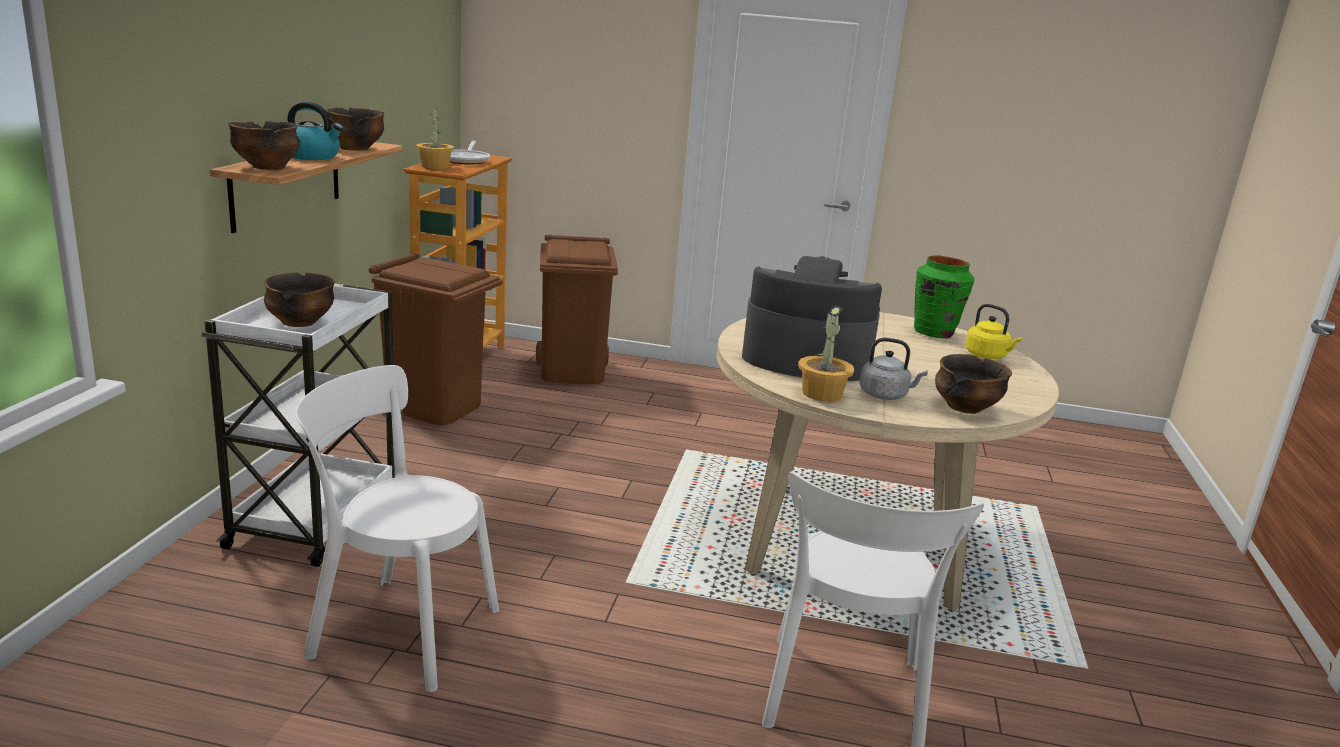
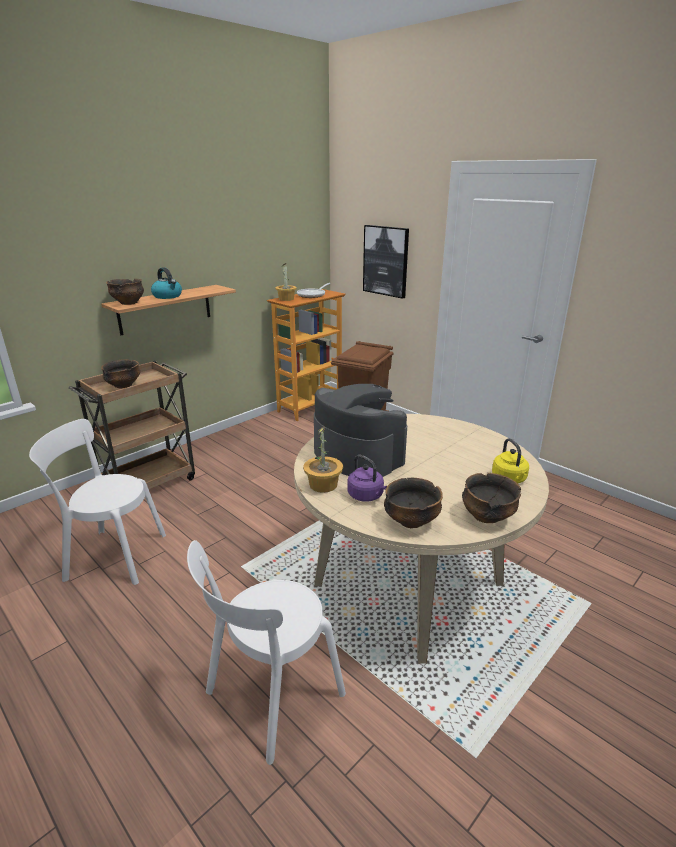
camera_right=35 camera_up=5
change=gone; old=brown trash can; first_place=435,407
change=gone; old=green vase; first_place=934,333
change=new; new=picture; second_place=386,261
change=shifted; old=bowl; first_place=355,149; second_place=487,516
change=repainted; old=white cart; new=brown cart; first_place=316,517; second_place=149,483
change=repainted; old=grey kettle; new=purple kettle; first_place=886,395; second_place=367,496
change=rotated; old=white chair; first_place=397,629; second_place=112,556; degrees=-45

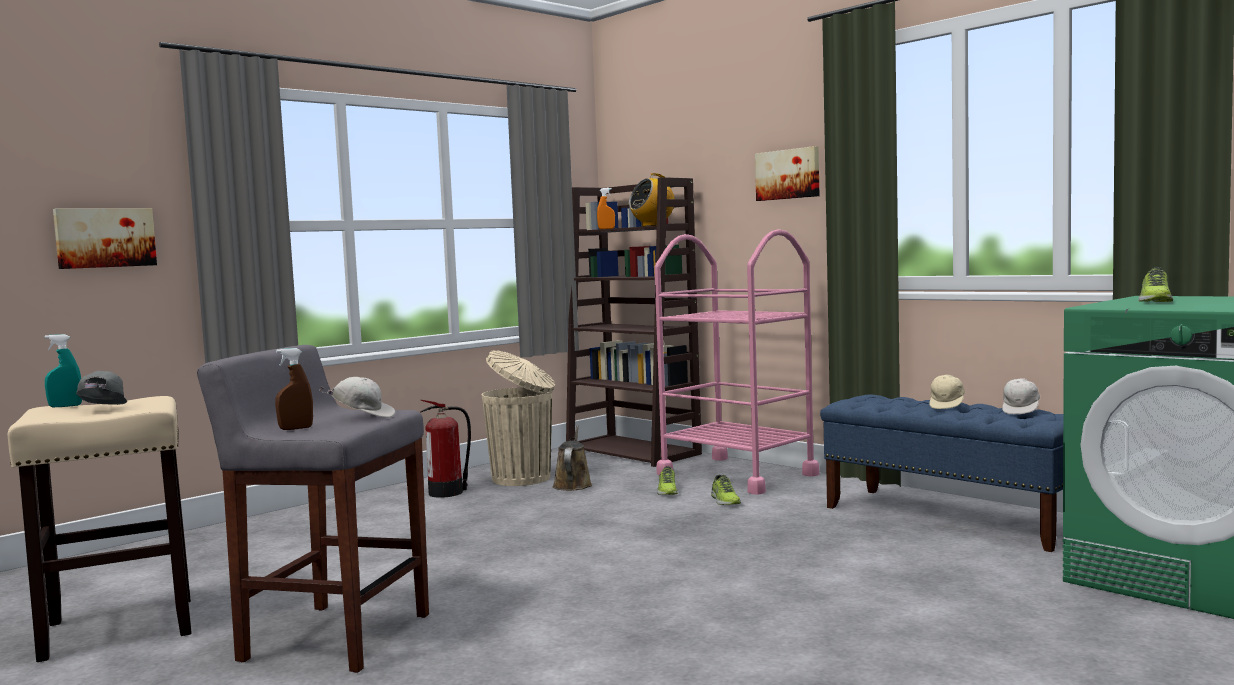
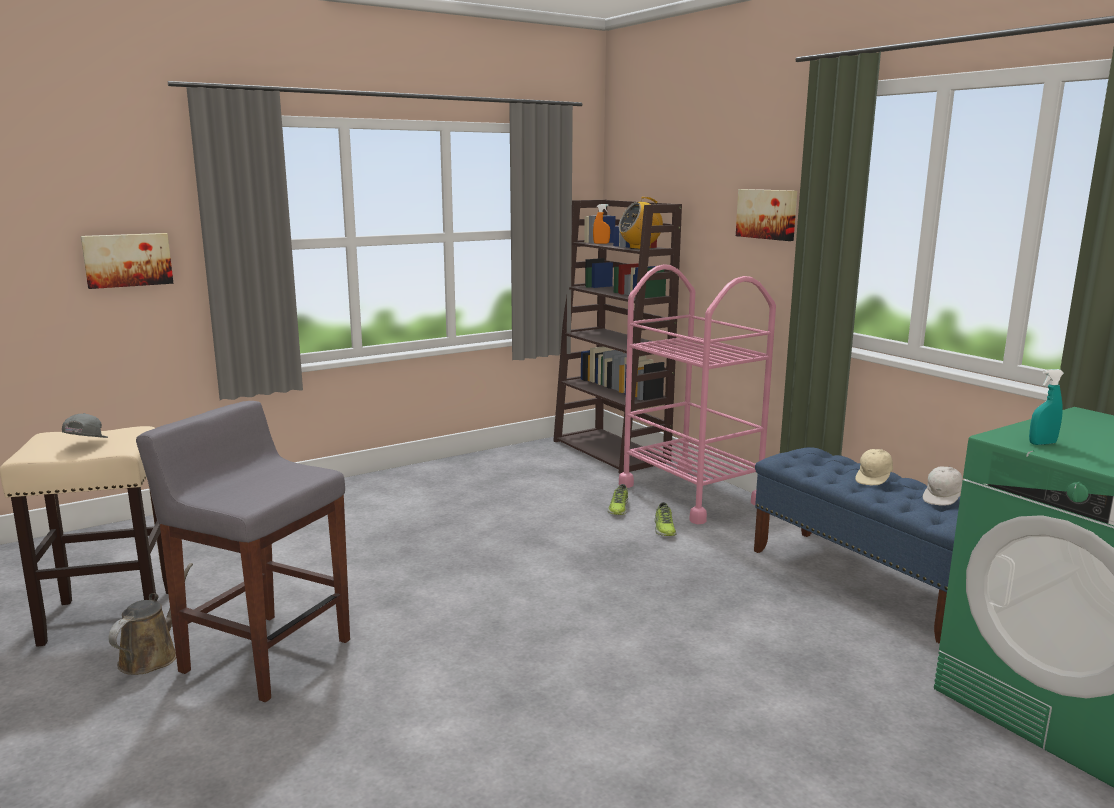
camera_right=10 camera_up=10
change=gone; old=brown spray bottle; first_place=296,428
change=gone; old=white cap; first_place=363,417
change=gone; old=fire extinguisher; first_place=448,492
change=gone; old=beige trash can; first_place=523,478
change=gone; old=shoe; first_place=1154,301
change=shifted; old=turquoise spray bottle; first_place=65,406; second_place=1042,443
change=shifted; old=brown watering can; first_place=572,485; second_place=152,656

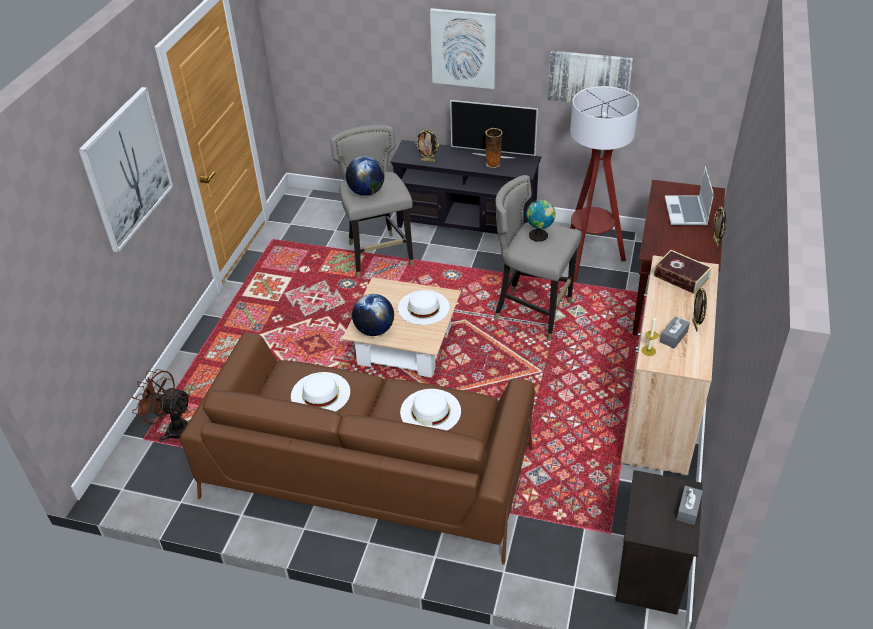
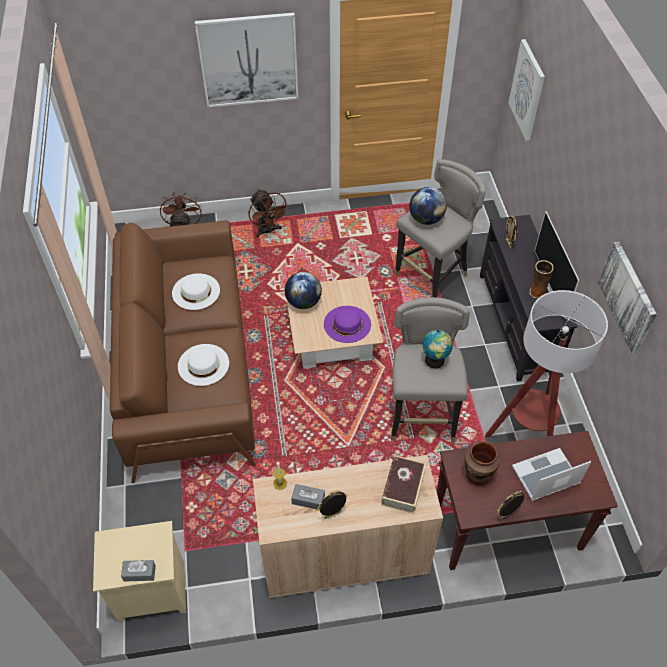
camera_right=65 camera_up=10
change=new; new=brown fan; second_place=268,231
change=new; new=brown vase; second_place=477,475
change=shifted; old=picture; first_place=463,48; second_place=527,90
change=repainted; old=white hat; new=purple hat; first_place=423,307; second_place=347,324
change=repainted; old=black nightstand; new=beige nightstand; first_place=651,576; second_place=150,593

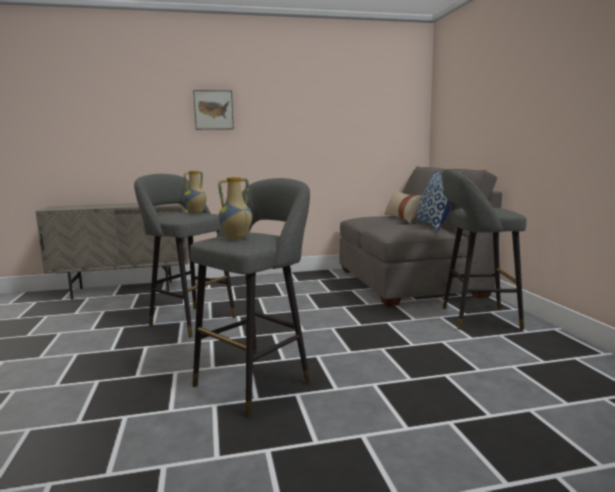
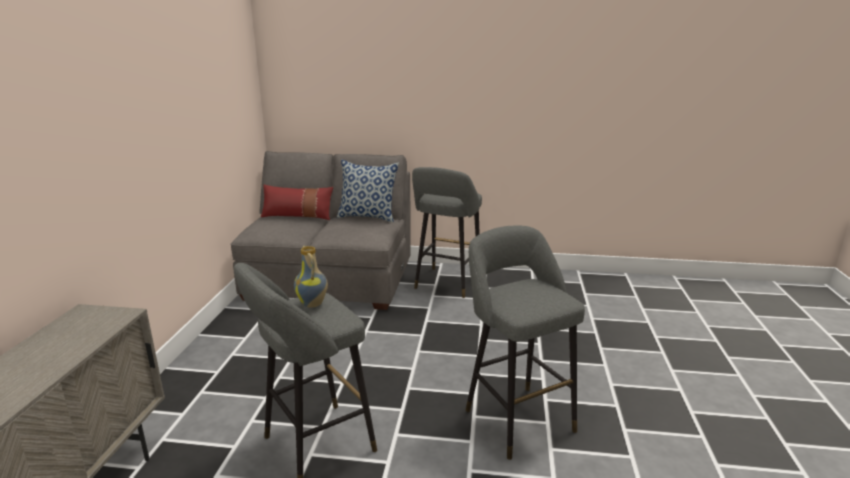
camera_right=-70 camera_up=10
change=gone; old=picture; first_place=213,110
change=gone; old=vase; first_place=236,238
change=repainted; old=beige pillow; new=red pillow; first_place=402,218; second_place=297,216

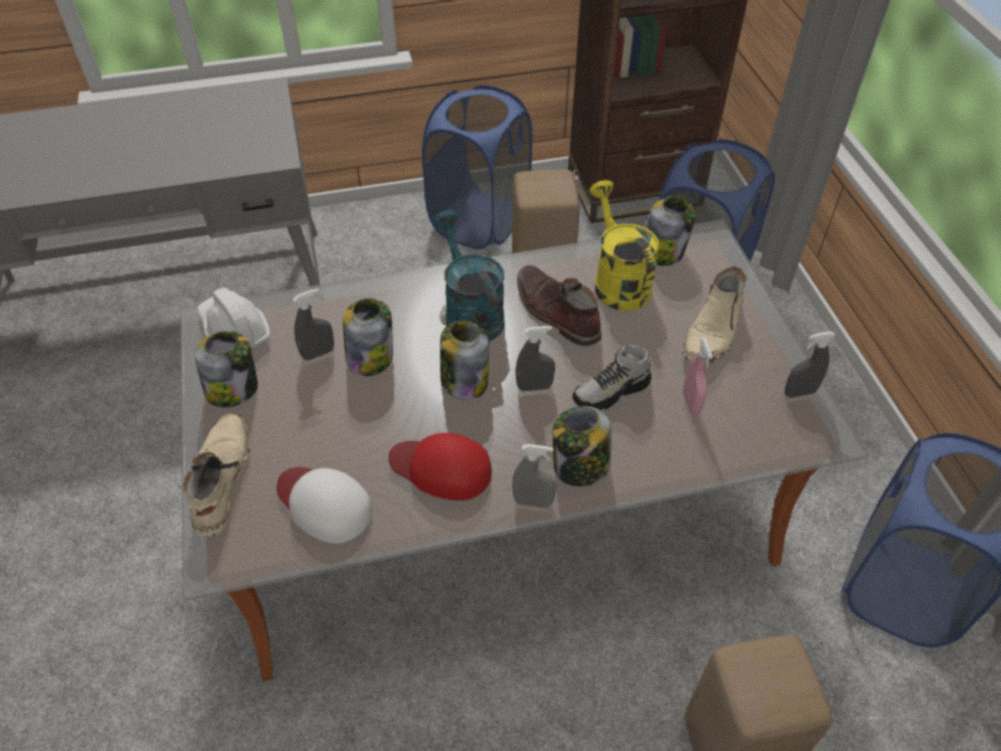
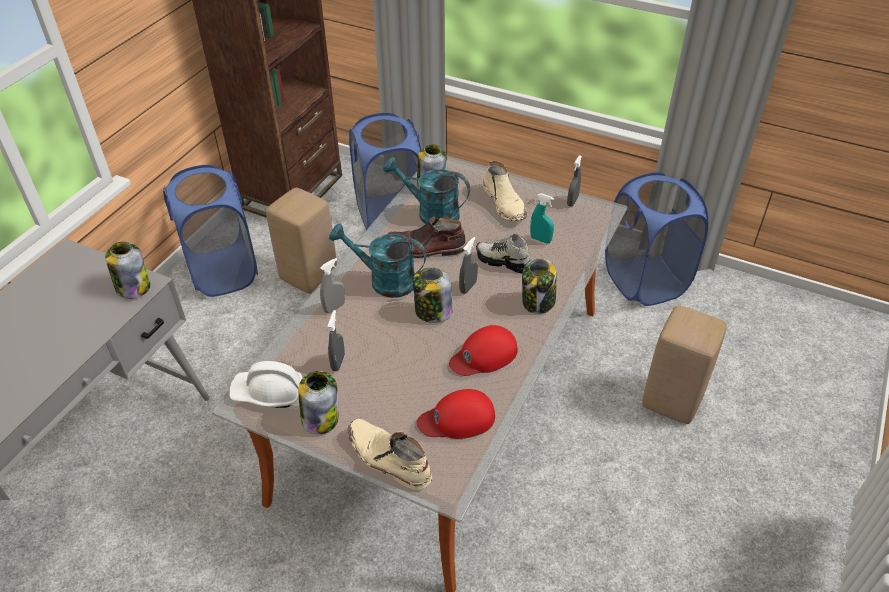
camera_right=-50 camera_up=-5
change=shifted; old=jar; first_place=370,357; second_place=133,287
change=shifted; old=grey spray bottle; first_place=533,502; second_place=334,307
change=repainted; old=white cap; new=red cap; first_place=324,504; second_place=457,419
change=repainted; old=yellow watering can; new=turquoise watering can; first_place=617,281; second_place=431,213
change=repainted; old=pink spray bottle; new=turquoise spray bottle; first_place=691,403; second_place=540,239
change=rotated; old=shoe; first_place=611,392; second_place=503,262; degrees=105

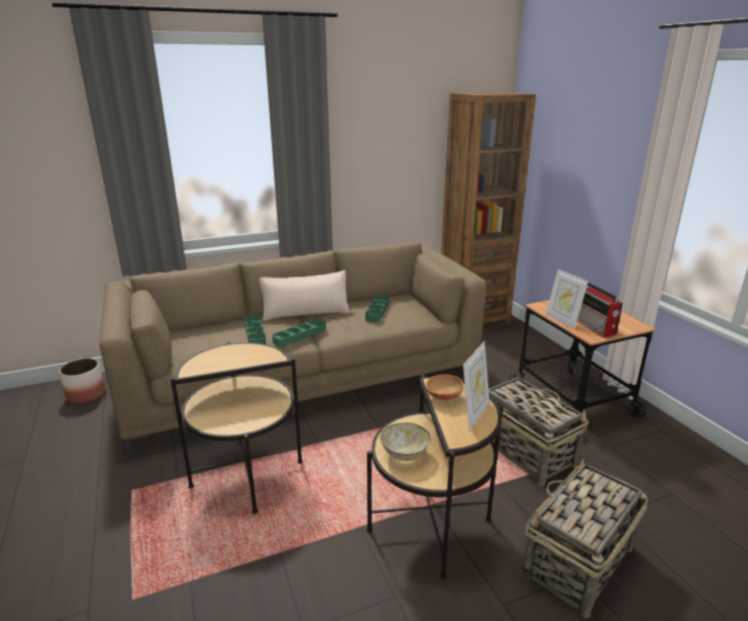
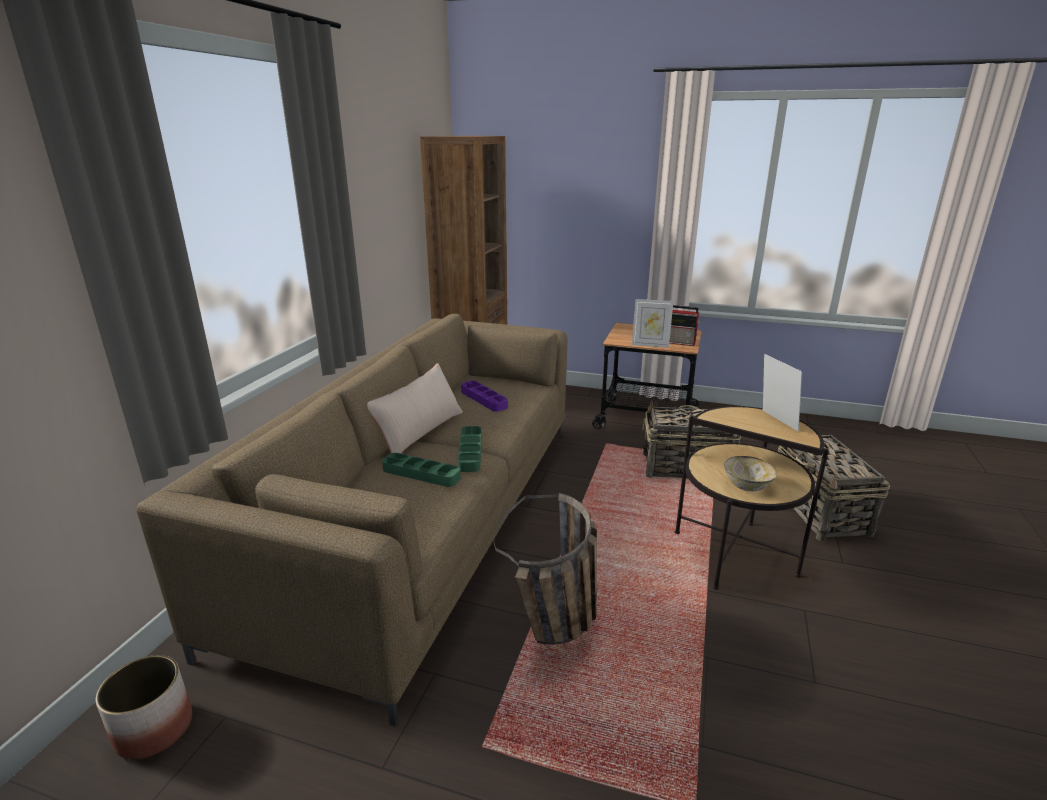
camera_right=-50 camera_up=0
change=gone; old=brown bowl; first_place=443,397
change=swapped; old=side table; new=basket; first_place=247,474; second_place=557,630
change=repainted; old=green tray; new=purple tray; first_place=377,311; second_place=483,399

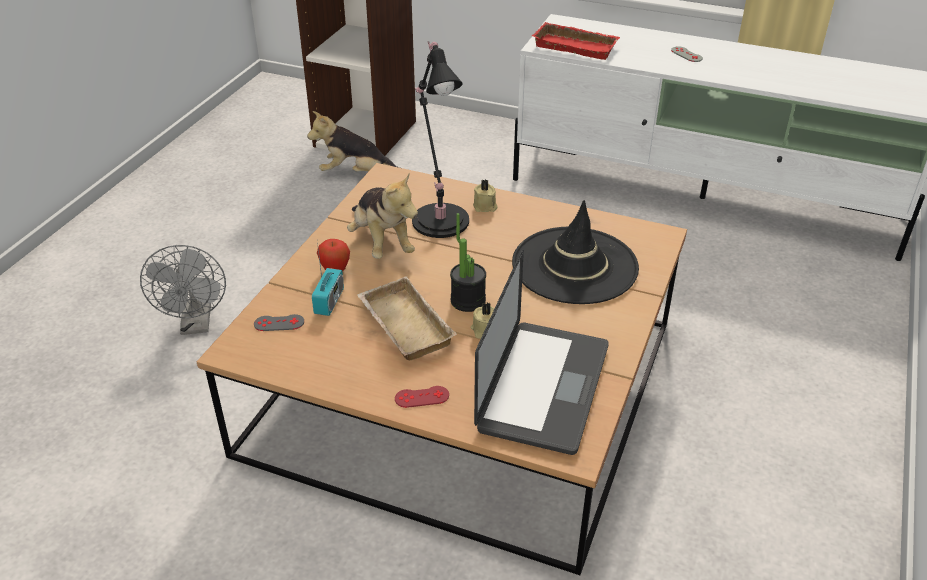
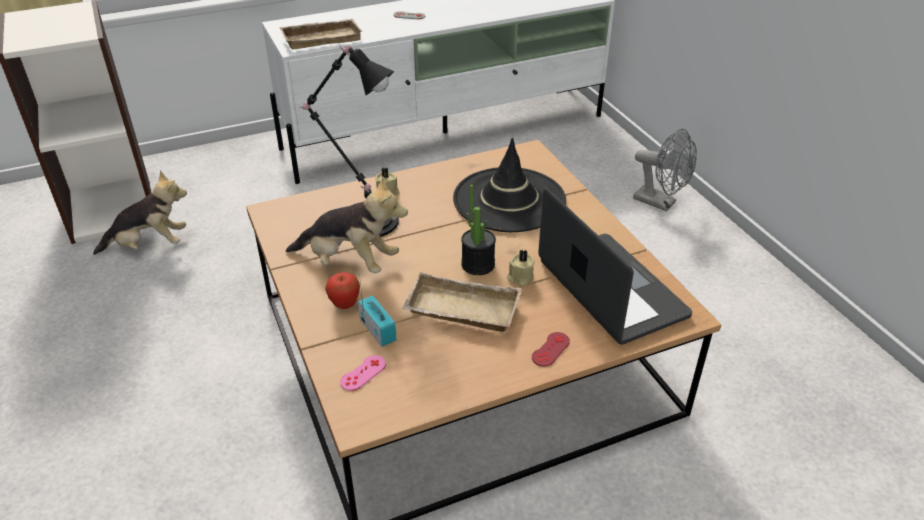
camera_right=-45 camera_up=0
change=shifted; old=grey fan; first_place=196,325; second_place=660,203
change=repainted; old=grey game controller; new=pink game controller; first_place=279,323; second_place=363,373
change=repainted; old=red tray; new=beige tray; first_place=577,46; second_place=322,38
change=rotated; old=plush toy; first_place=356,174; second_place=149,245; degrees=-150

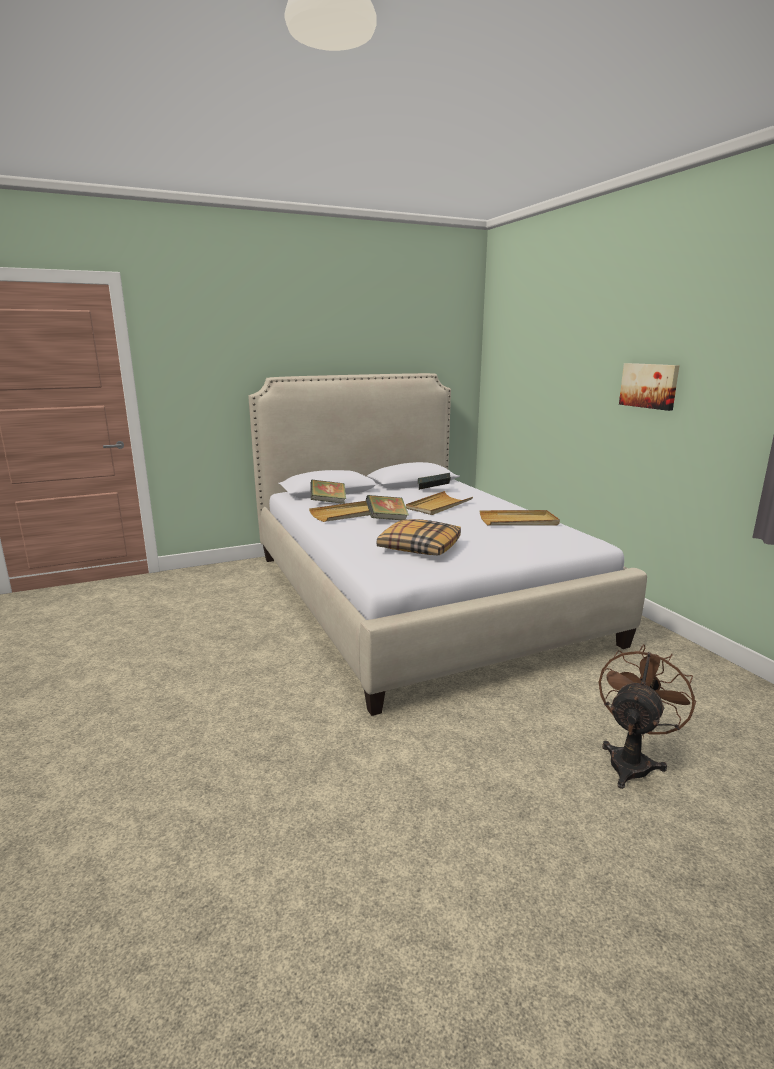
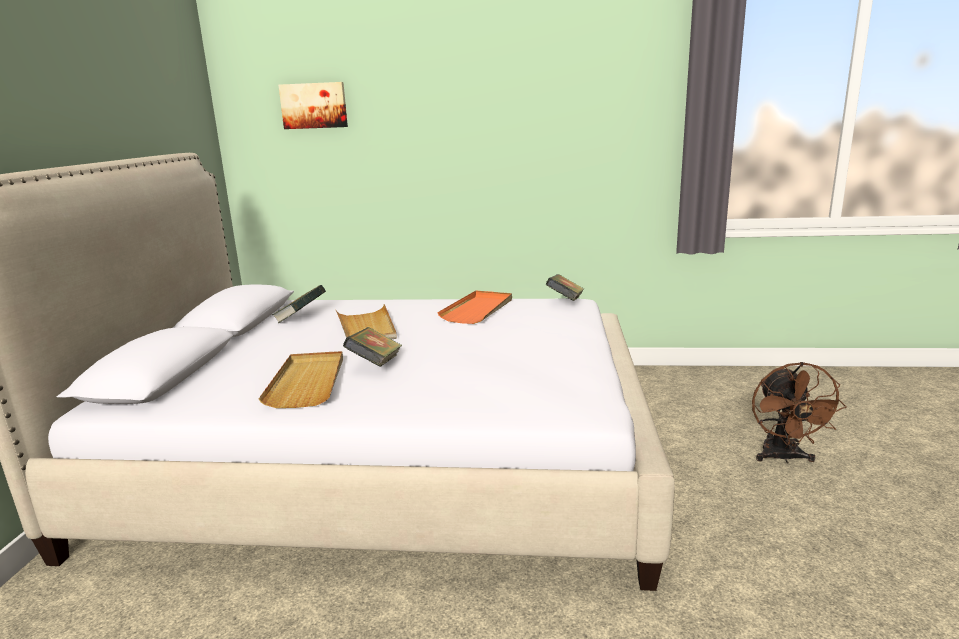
camera_right=-60 camera_up=0
change=gone; old=pillow; first_place=419,547
change=shifted; old=book; first_place=328,502; second_place=565,301
change=shifted; old=picture; first_place=649,385; second_place=314,105
change=repainted; old=beige tray; new=orange tray; first_place=519,521; second_place=478,310
change=rotated; old=brown fan; first_place=632,760; second_place=783,458; degrees=-150

